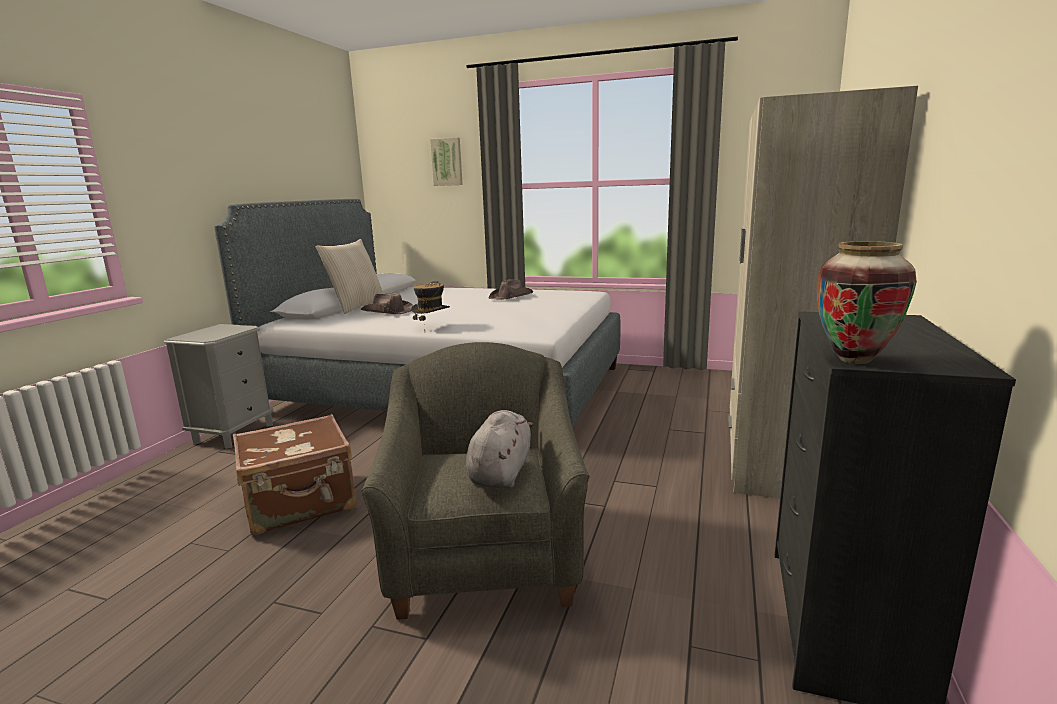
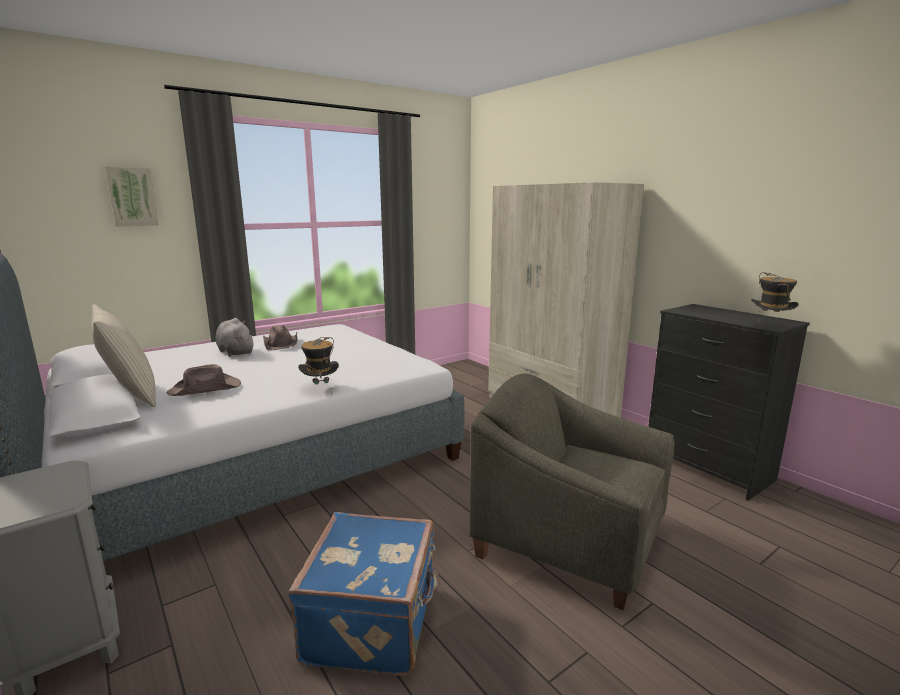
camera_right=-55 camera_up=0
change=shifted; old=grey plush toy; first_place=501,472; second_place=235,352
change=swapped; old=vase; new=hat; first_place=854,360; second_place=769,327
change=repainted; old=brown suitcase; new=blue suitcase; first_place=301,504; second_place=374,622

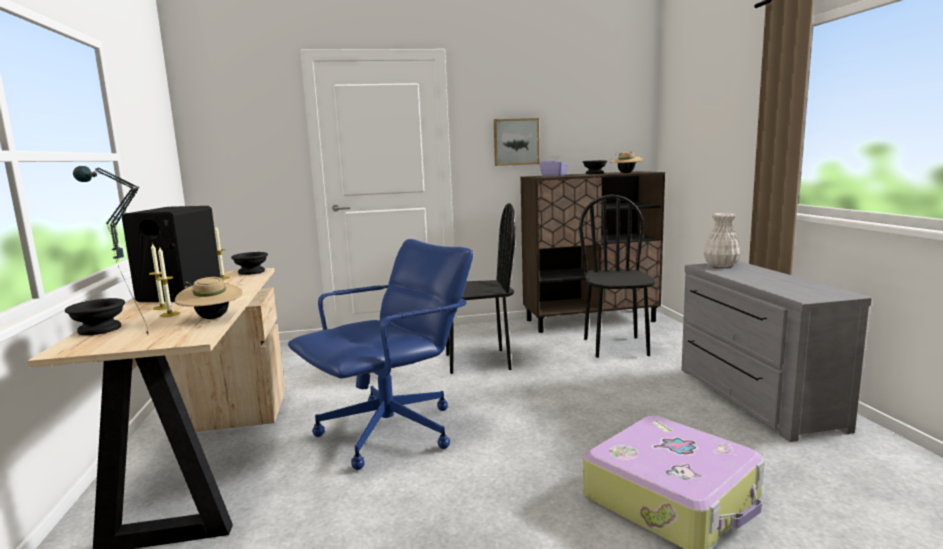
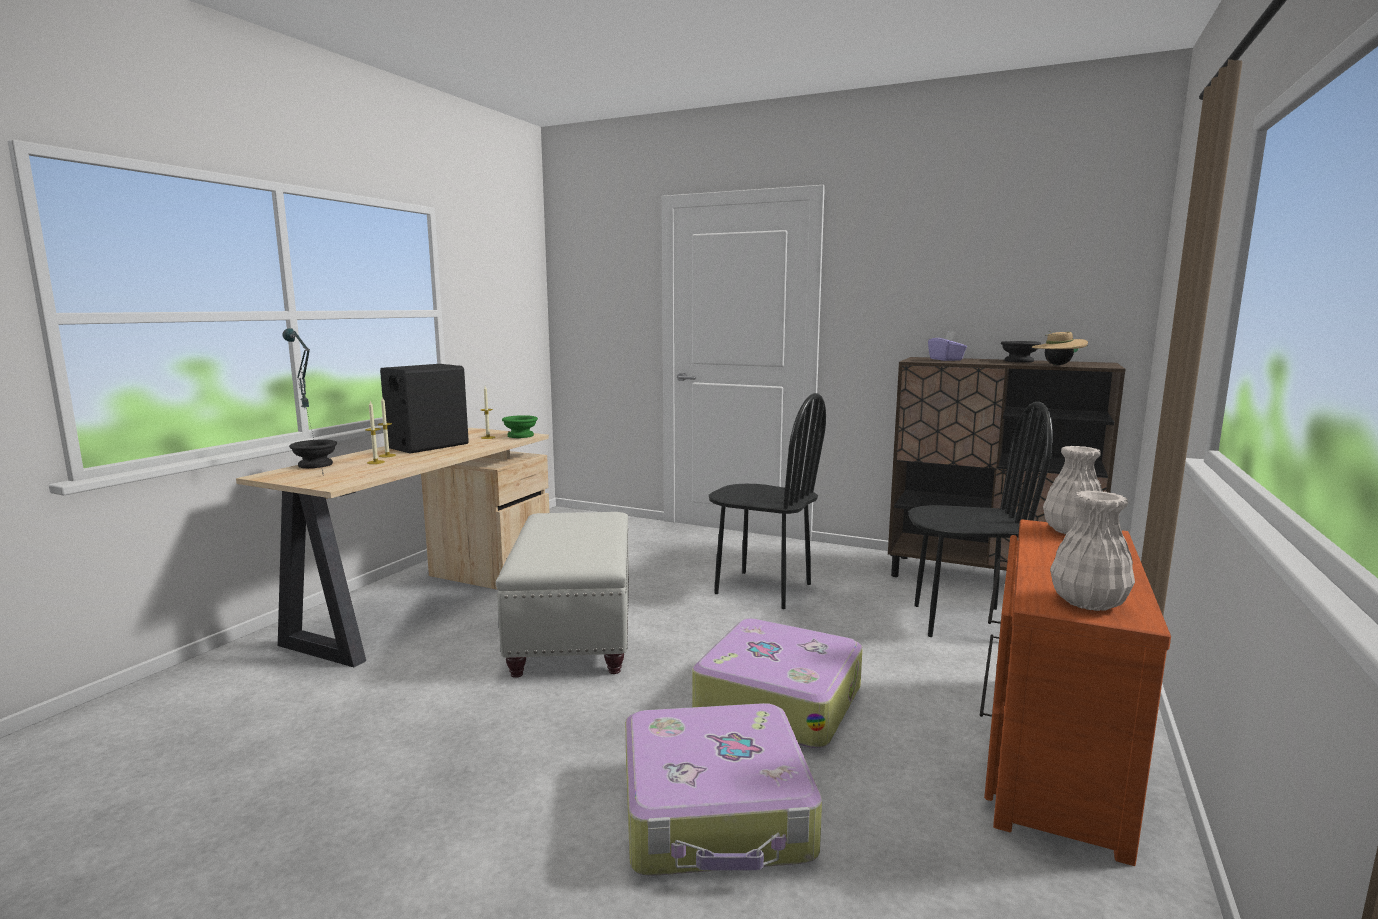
camera_right=35 camera_up=0
change=gone; old=beige hat; first_place=212,318
change=gone; old=picture; first_place=516,142
change=new; new=suitcase; second_place=778,699
change=new; new=white vase; second_place=1089,603
change=swapped; old=blue office chair; new=white ottoman; first_place=391,432; second_place=573,632
change=repainted; old=black bowl; new=green bowl; first_place=250,272; second_place=519,436
change=repainted; old=grey dresser; new=brown dresser; first_place=752,397; second_place=1049,753
change=rotated; old=black chair; first_place=616,347; second_place=964,622; degrees=60

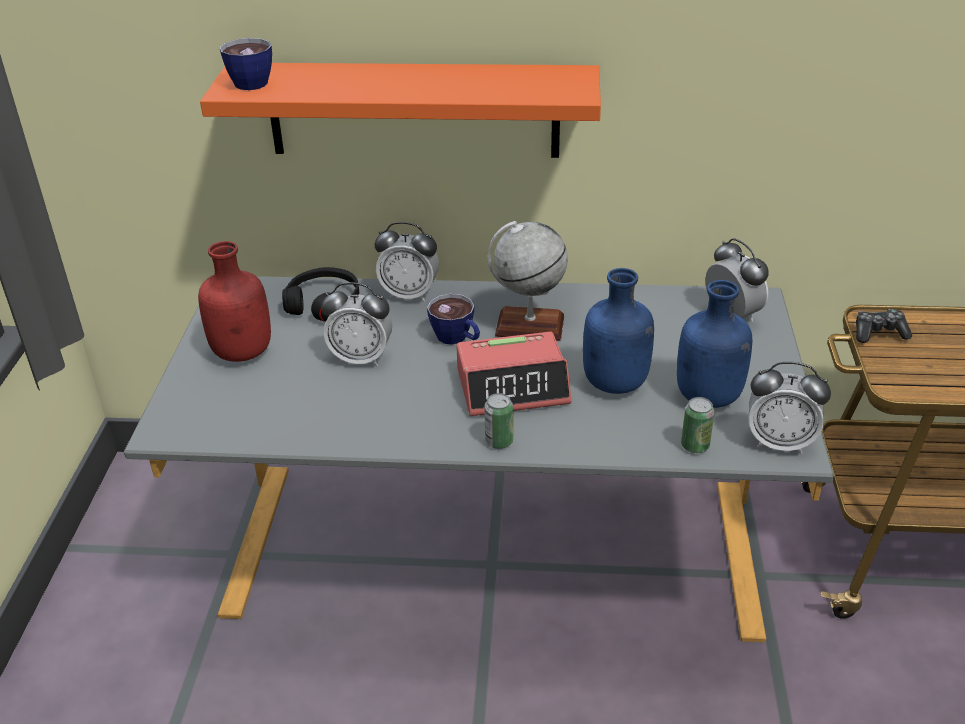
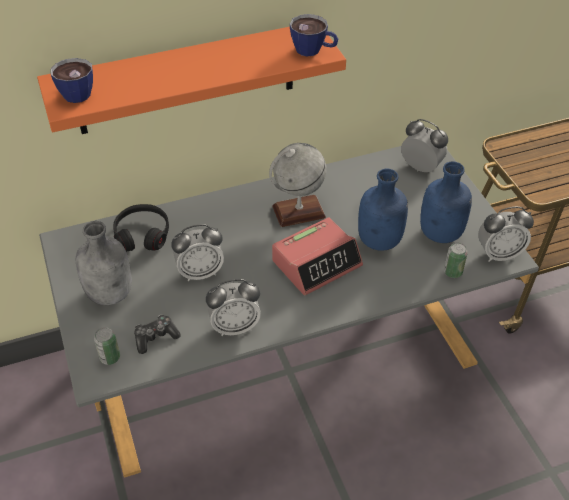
camera_right=-25 camera_up=10
change=shifted; old=alarm clock; first_place=409,294; second_place=235,326
change=shifted; old=cup; first_place=457,339; second_place=314,51
change=shifted; old=can; first_place=499,441; second_place=110,357
change=shifted; old=game controller; first_place=878,333; second_place=155,337
change=repainted; old=red bottle; new=grey bottle; first_place=244,352; second_place=111,293

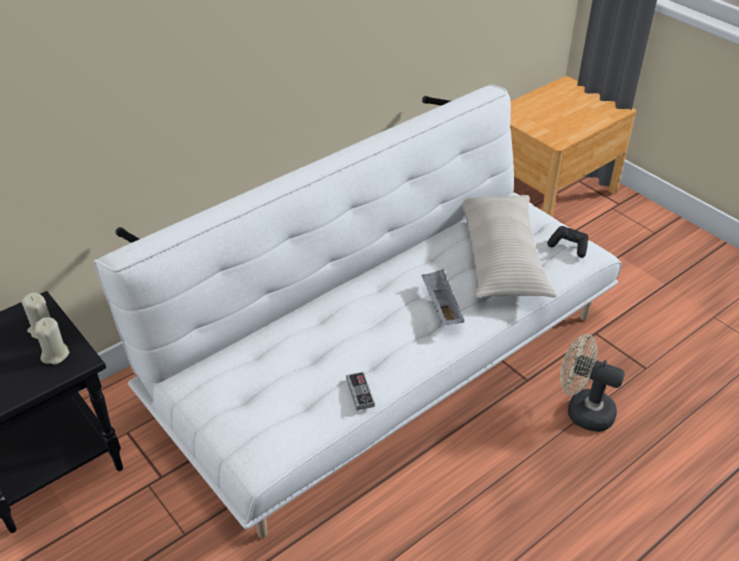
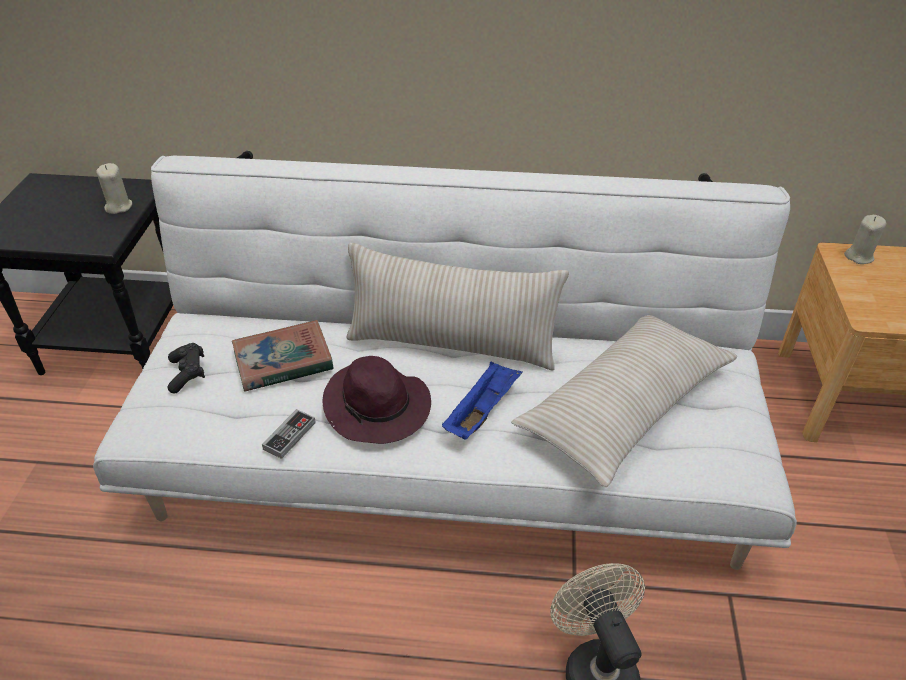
camera_right=45 camera_up=0
change=new; new=book; second_place=283,361
change=new; new=purple hat; second_place=378,407
change=new; new=beige pillow; second_place=452,344
change=shifted; old=beige candle; first_place=55,354; second_place=859,256
change=shifted; old=black game controller; first_place=568,246; second_place=188,374
change=repainted; old=grey tray; new=blue tray; first_place=441,306; second_place=482,411

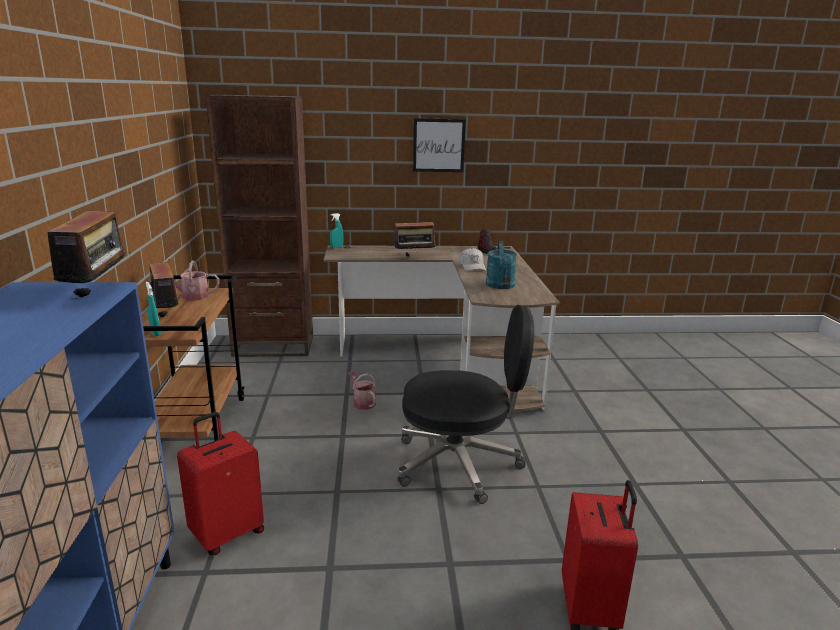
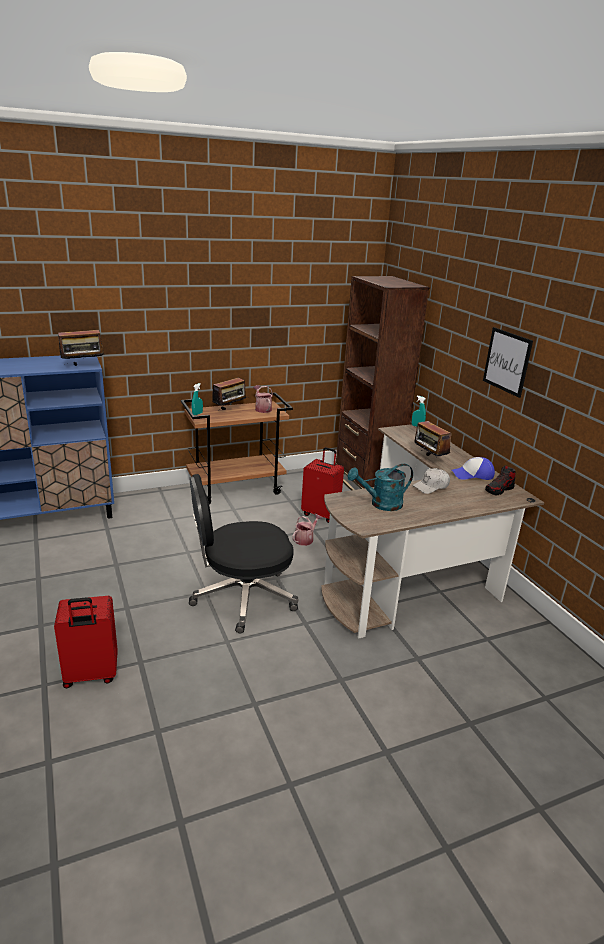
camera_right=70 camera_up=5
change=new; new=cap; second_place=472,475
change=shifted; old=red suitcase; first_place=227,533; second_place=321,514
change=rotated; old=black office chair; first_place=460,463; second_place=242,597; degrees=90

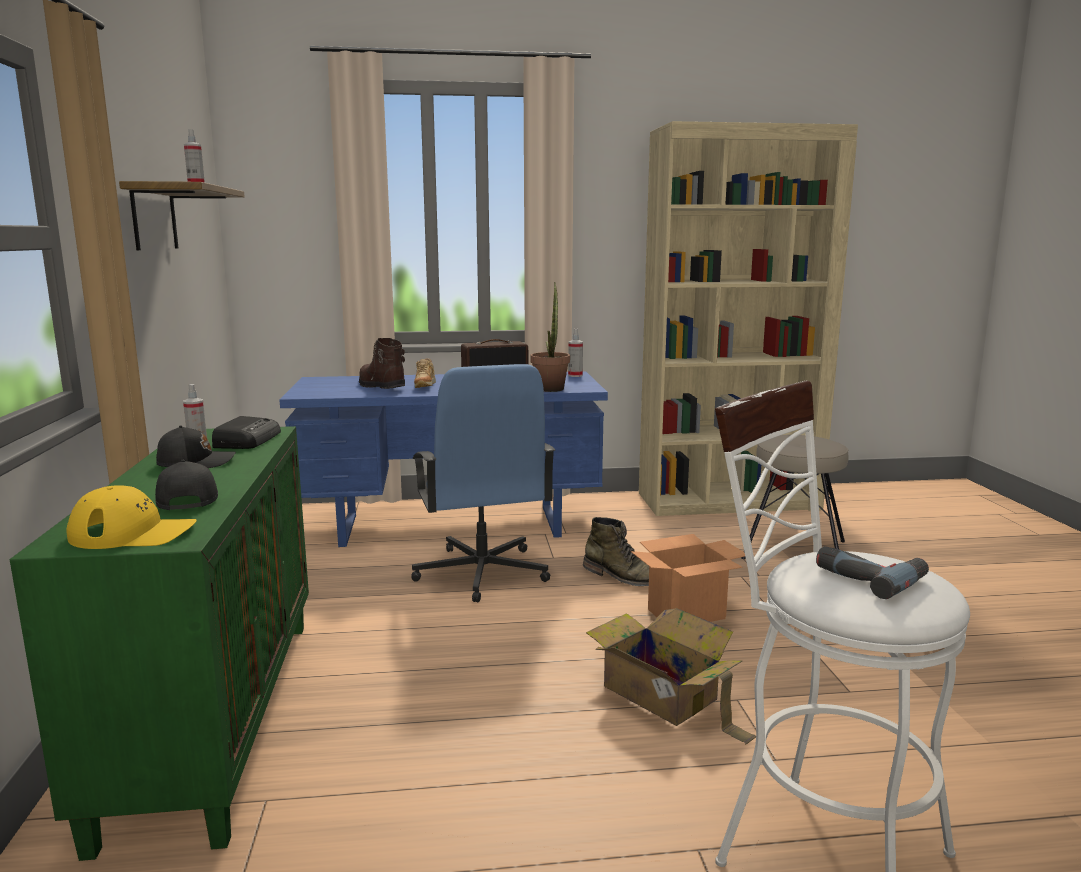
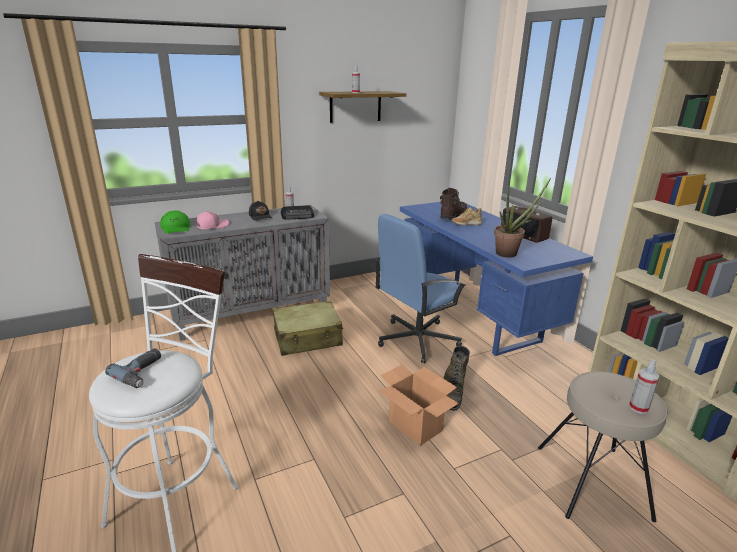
camera_right=70 camera_up=10
change=gone; old=cardboard box; first_place=663,696
change=new; new=beige suitcase; second_place=308,338
change=shifted; old=spray bottle; first_place=575,375; second_place=638,408
change=repainted; old=green cabinet; new=grey cabinet; first_place=215,717; second_place=253,314
change=repainted; old=yellow cap; new=green cap; first_place=133,533; second_place=176,228
change=repainted; old=black cap; new=pink cap; first_place=186,500; second_place=212,226

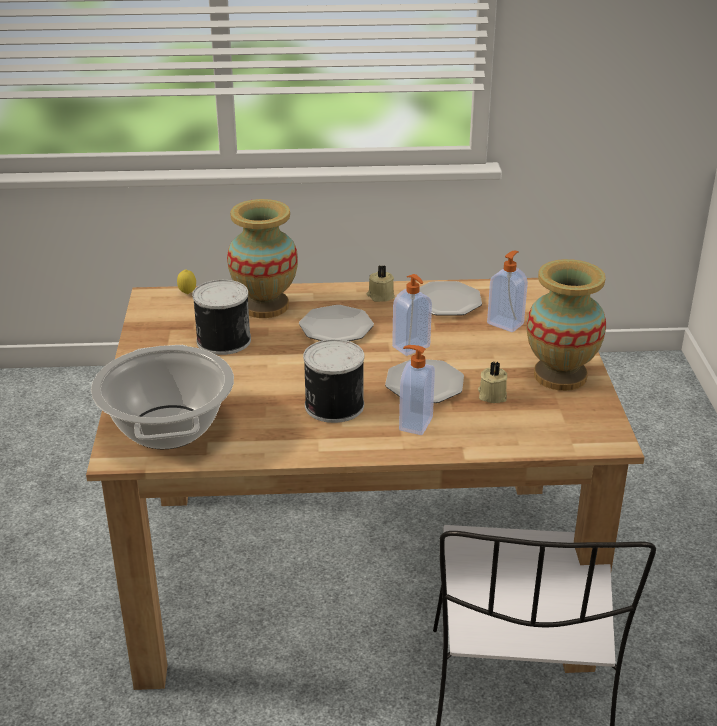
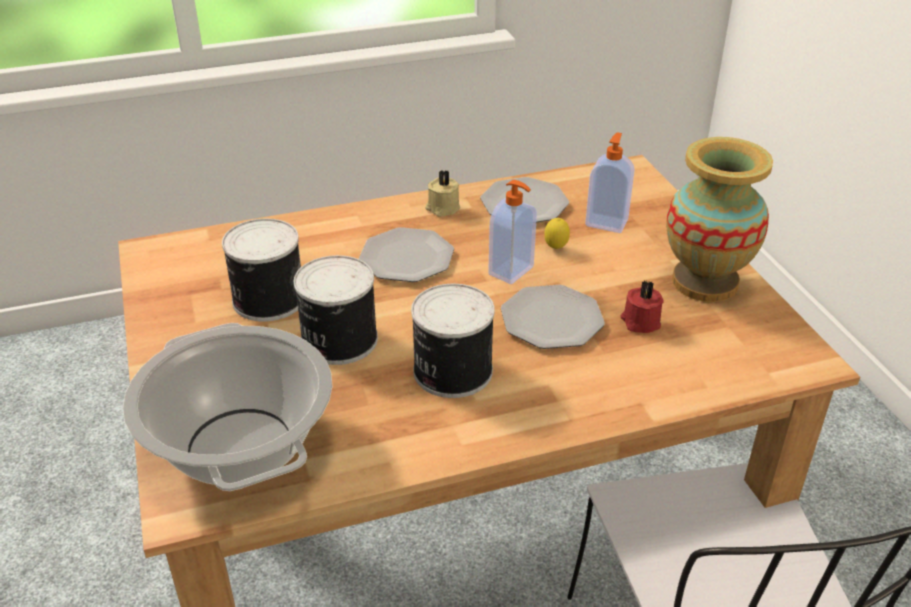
camera_right=-15 camera_up=5
change=gone; old=vase; first_place=265,306
change=gone; old=soap dispenser; first_place=414,423
change=new; new=can; second_place=337,340
change=shifted; old=lemon; first_place=187,294; second_place=555,248
change=repainted; old=beige candle; new=red candle; first_place=491,395; second_place=640,322

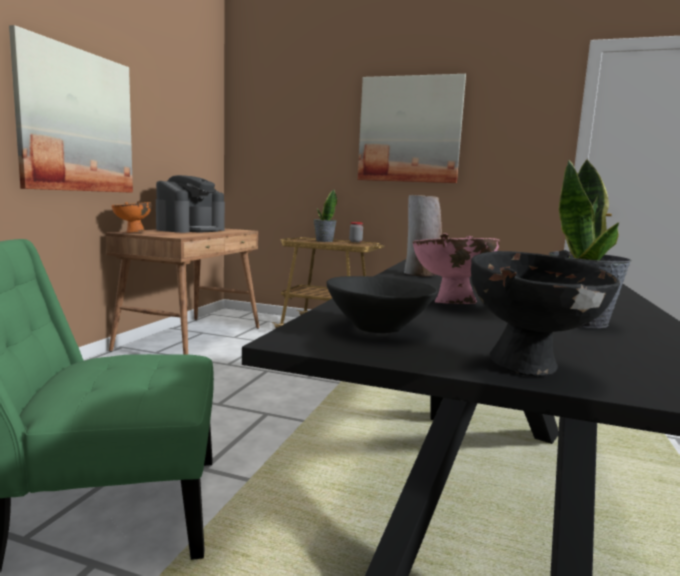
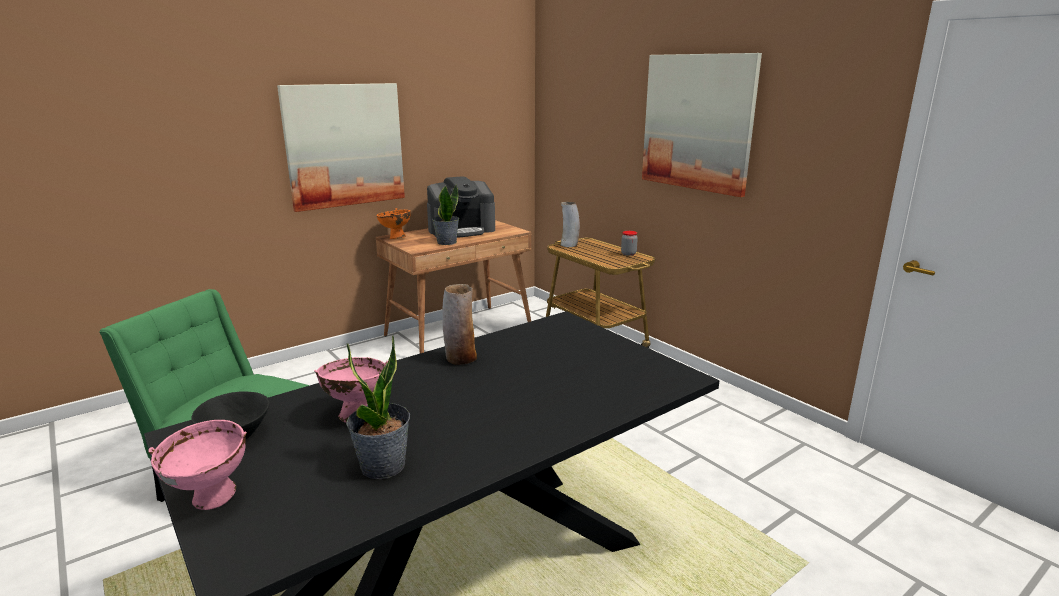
camera_right=35 camera_up=10
change=new; new=vase; second_place=569,245
change=shifted; old=potted plant; first_place=324,241; second_place=446,242
change=repainted; old=black bowl; new=pink bowl; first_place=530,368; second_place=212,500

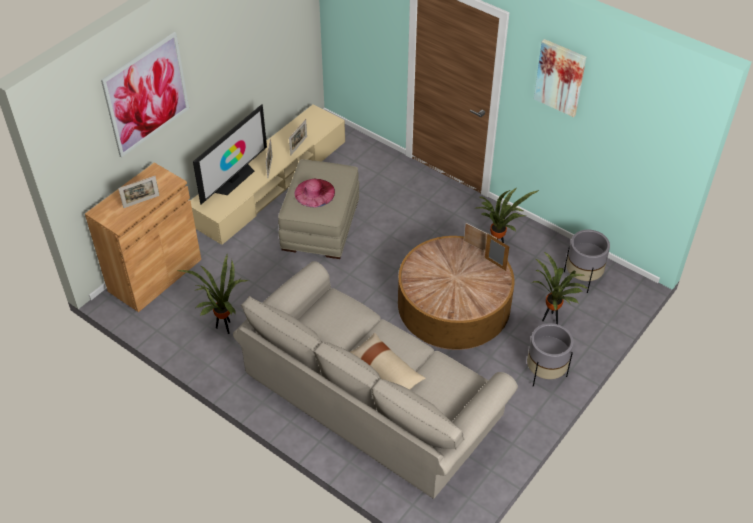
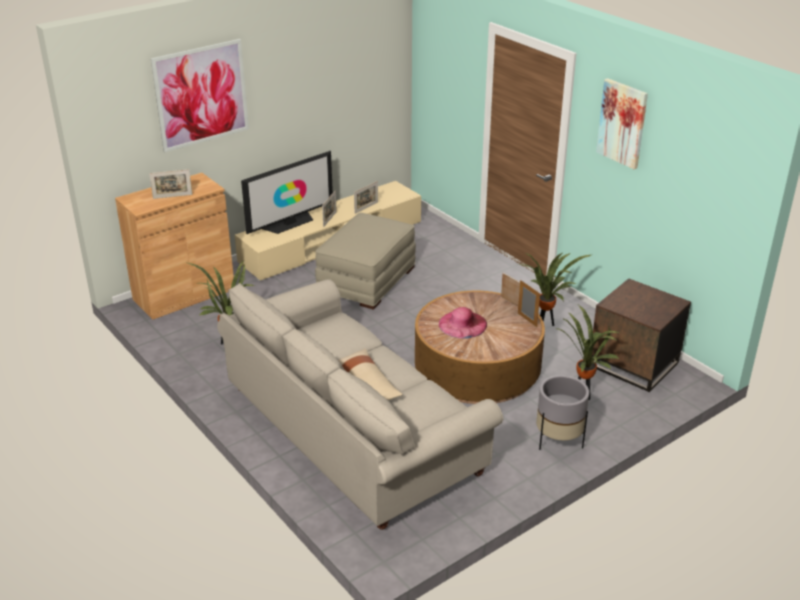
camera_right=15 camera_up=-15
change=shifted; old=pink hat; first_place=314,192; second_place=462,324
change=swapped; old=grey planter; new=brown side table; first_place=582,278; second_place=633,364

